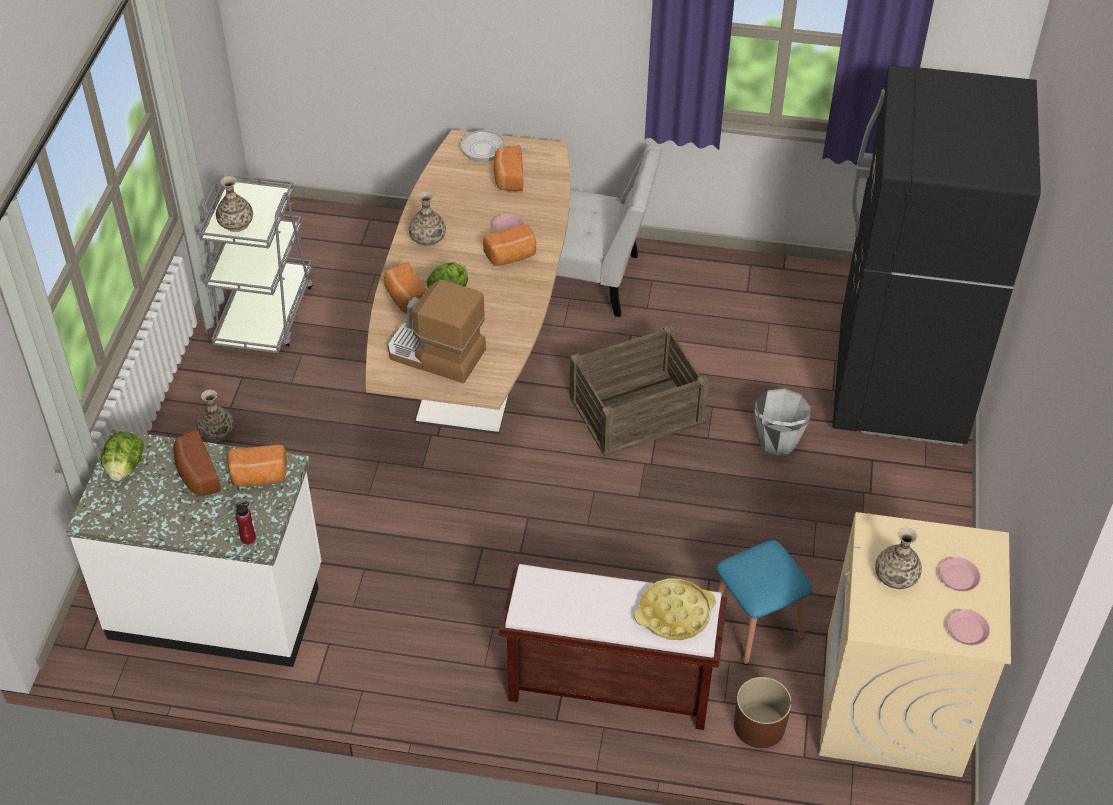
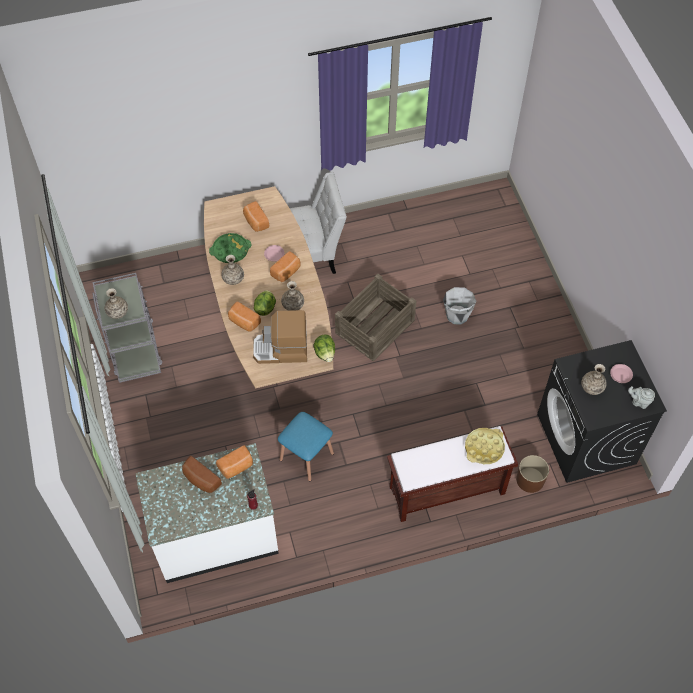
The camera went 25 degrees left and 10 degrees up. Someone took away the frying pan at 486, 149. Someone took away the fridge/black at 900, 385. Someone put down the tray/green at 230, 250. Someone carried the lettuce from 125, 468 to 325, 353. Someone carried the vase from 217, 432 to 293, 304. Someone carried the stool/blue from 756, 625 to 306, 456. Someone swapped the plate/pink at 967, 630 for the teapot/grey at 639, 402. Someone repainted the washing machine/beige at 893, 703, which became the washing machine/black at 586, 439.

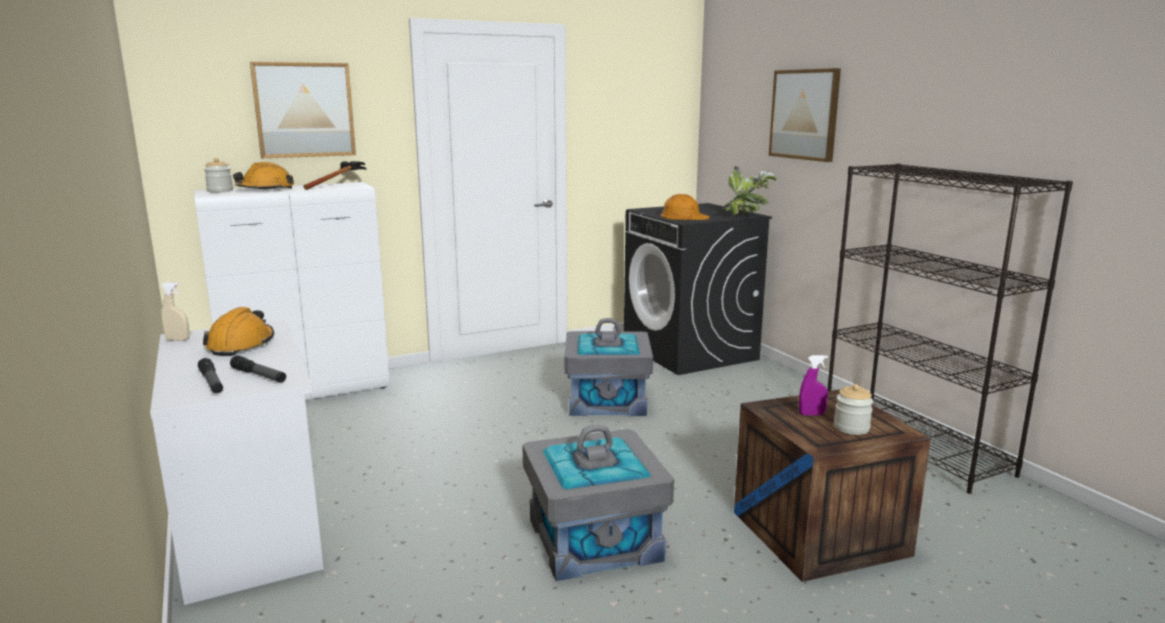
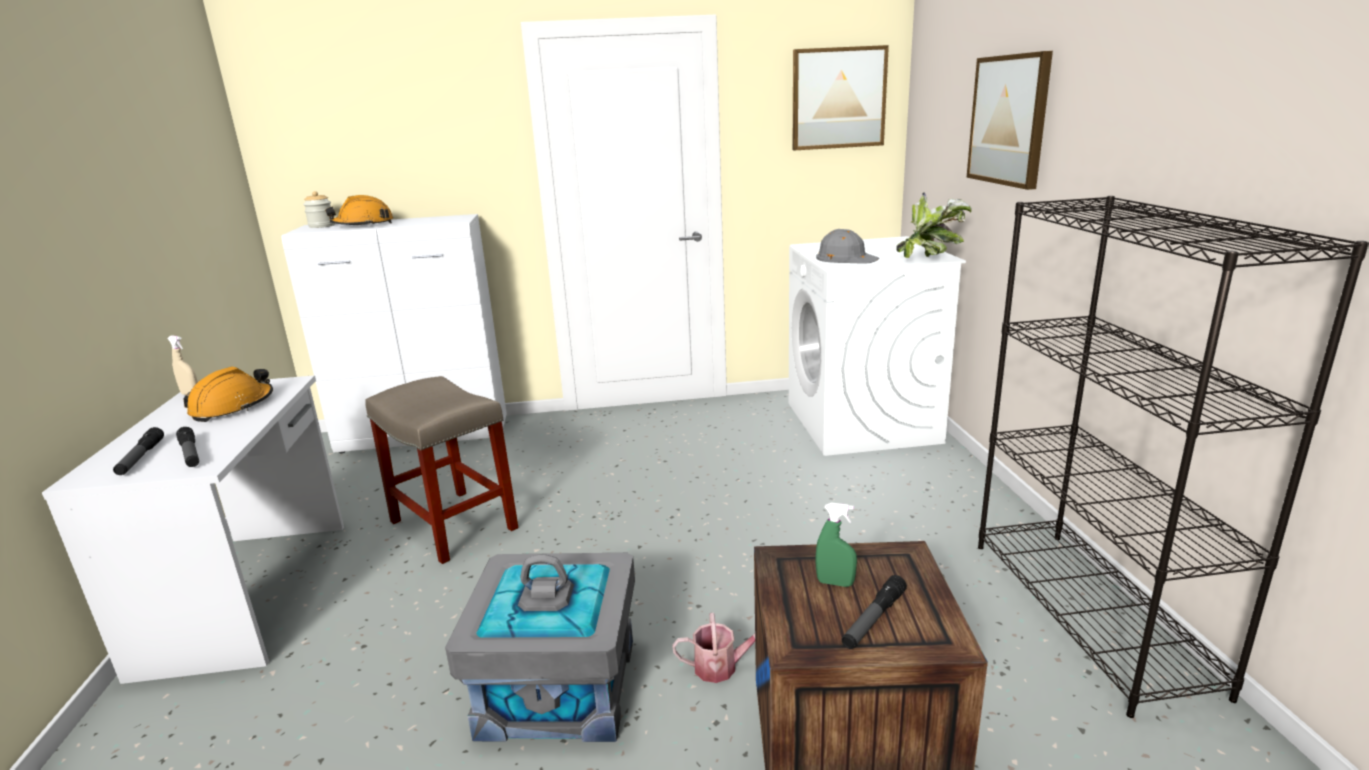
The camera went 20 degrees right and 5 degrees up. Someone took away the hammer at 340, 185. Someone took away the storage box/grey at 607, 400. Someone put down the stool/beige at 455, 525. Someone put down the watering can at 721, 667. Someone carried the picture from 304, 110 to 838, 98. Someone swapped the jar at 851, 428 for the flashlight at 873, 619. Someone repainted the washing machine/black at 690, 352, which became the washing machine/white at 862, 423. Someone repainted the hard hat/orange at 684, 216, which became the hard hat/grey at 845, 258. Someone repainted the spray bottle/purple at 811, 414, which became the spray bottle/green at 835, 583.

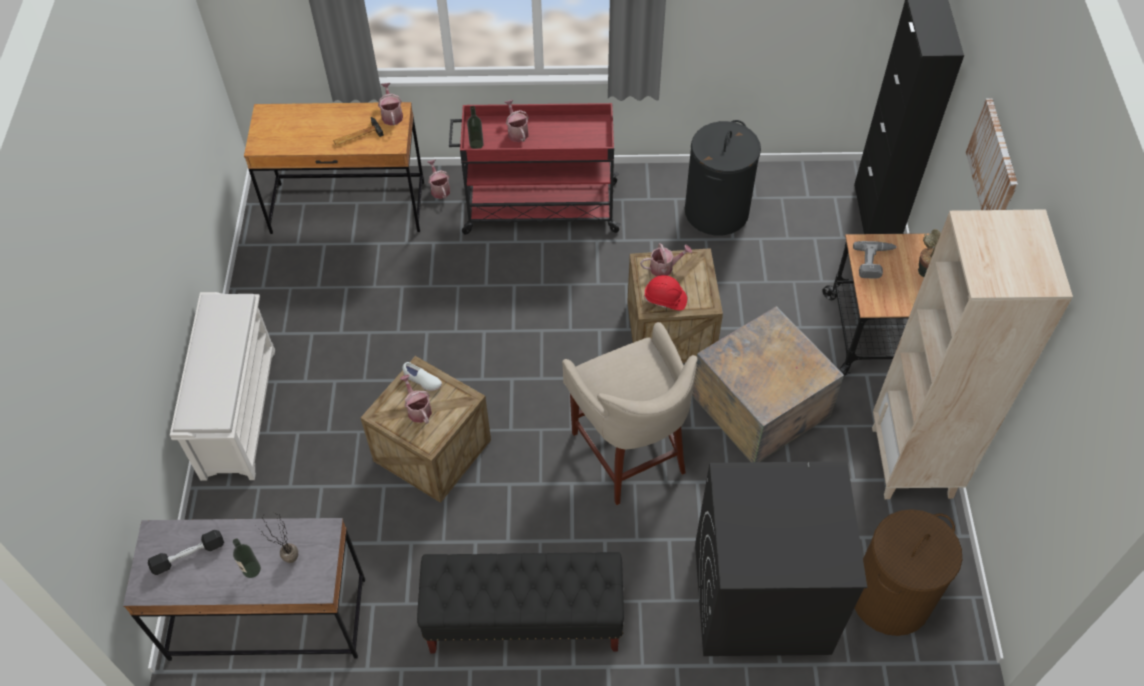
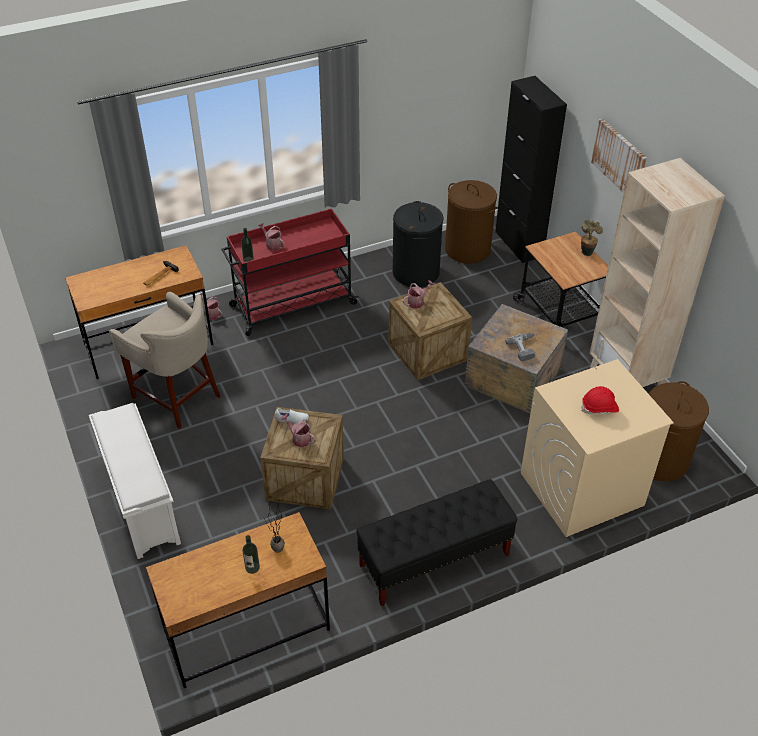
The camera went 25 degrees left and 10 degrees down. Someone took away the dumbbell/black at 188, 556. Someone took away the watering can at 391, 115. Someone put down the laundry basket/brown at 468, 249. Someone carried the stool/beige from 630, 450 to 177, 395. Someone carried the hard hat/red from 665, 299 to 599, 407. Someone carried the power drill from 875, 262 to 525, 348. Someone repainted the desk/grey at 268, 619, which became the desk/brown at 246, 630. Someone repainted the washing machine/black at 760, 598, which became the washing machine/beige at 581, 489.

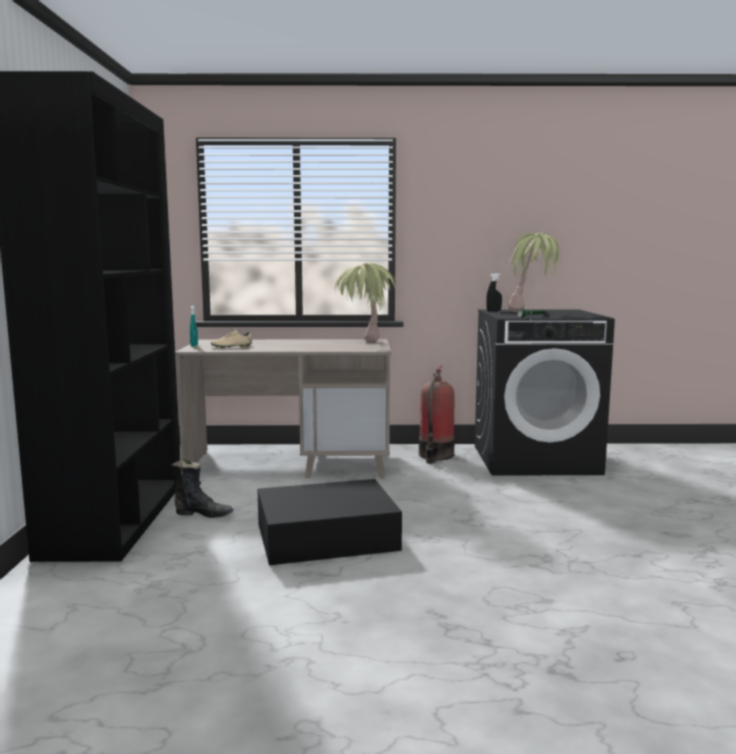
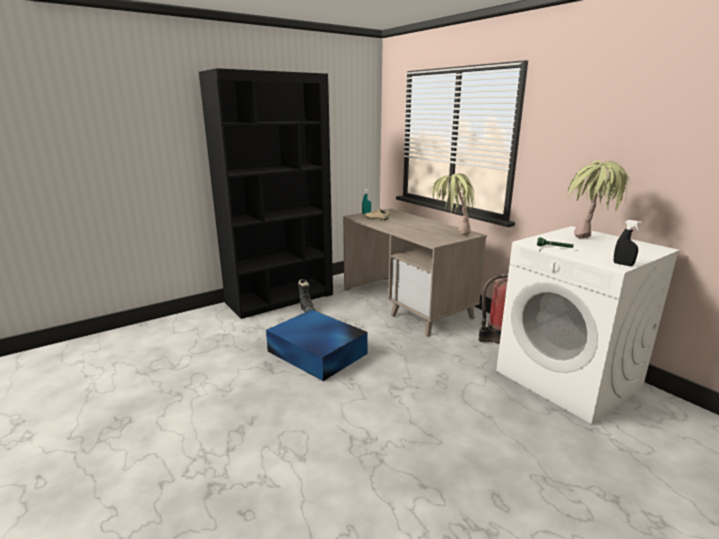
The camera went 55 degrees right and 10 degrees up. Someone carried the spray bottle/black from 493, 311 to 623, 264. Someone repainted the storage box/black at 329, 537, which became the storage box/blue at 317, 353. Someone repainted the washing machine/black at 535, 459, which became the washing machine/white at 568, 379.

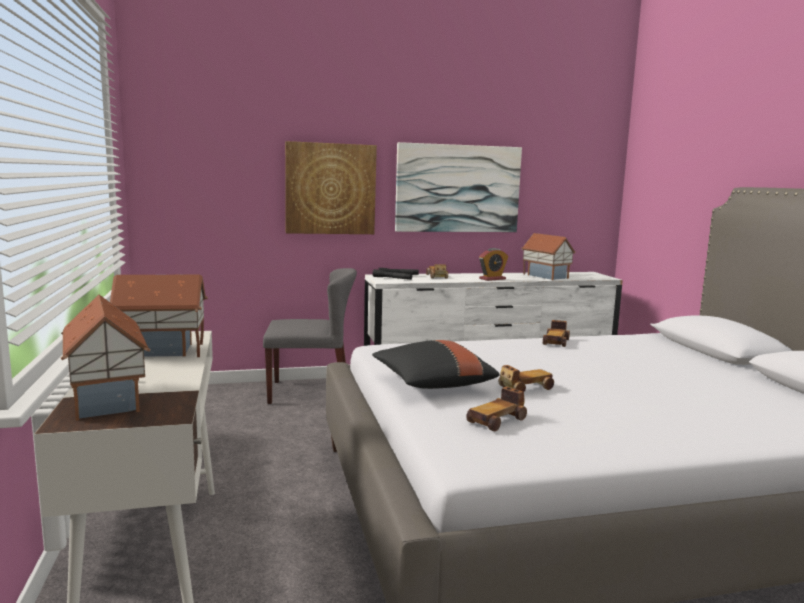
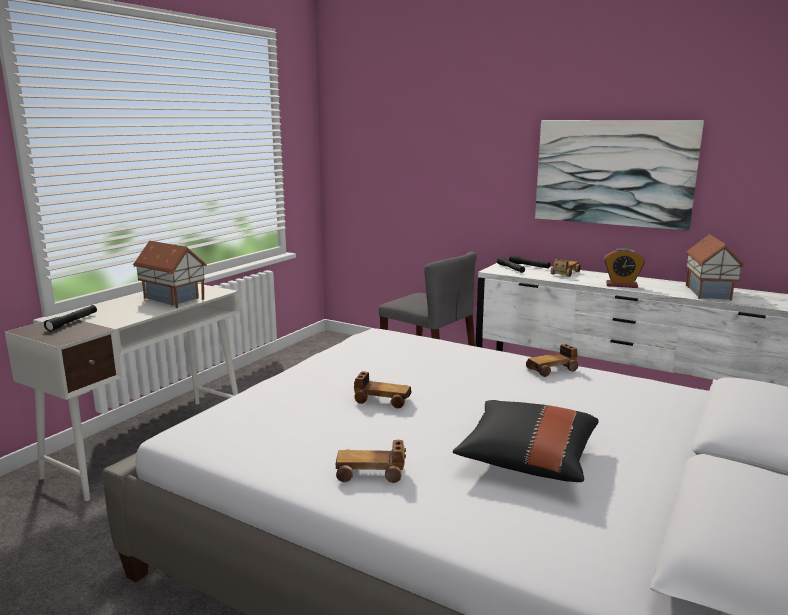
The camera went 45 degrees right and 5 degrees up. Someone took away the picture at 330, 189. Someone carried the pillow/black from 432, 383 to 527, 459. Someone carried the toy car from 497, 420 to 371, 473. Someone swapped the toy house at 110, 398 for the flashlight/black at 72, 322.

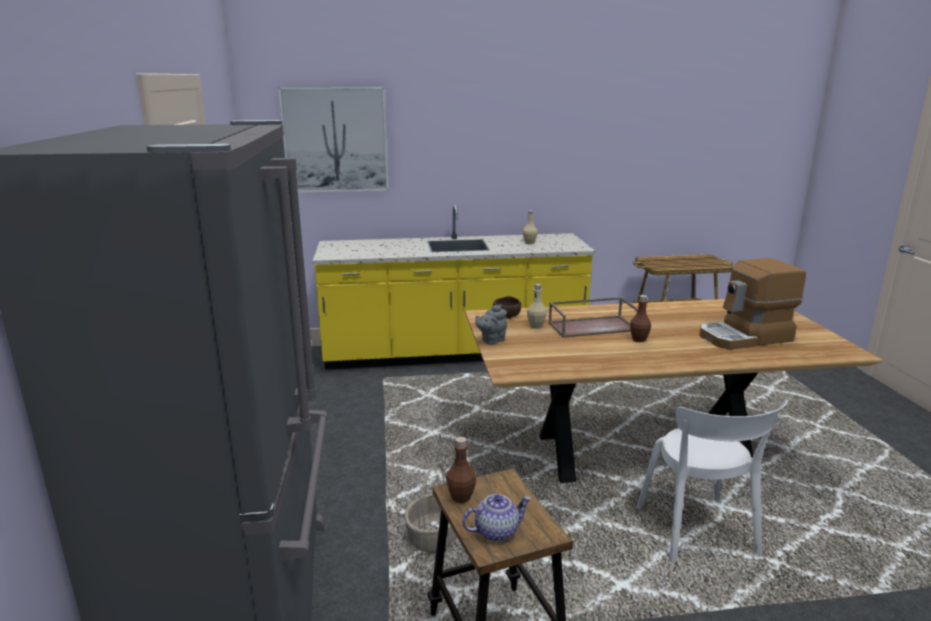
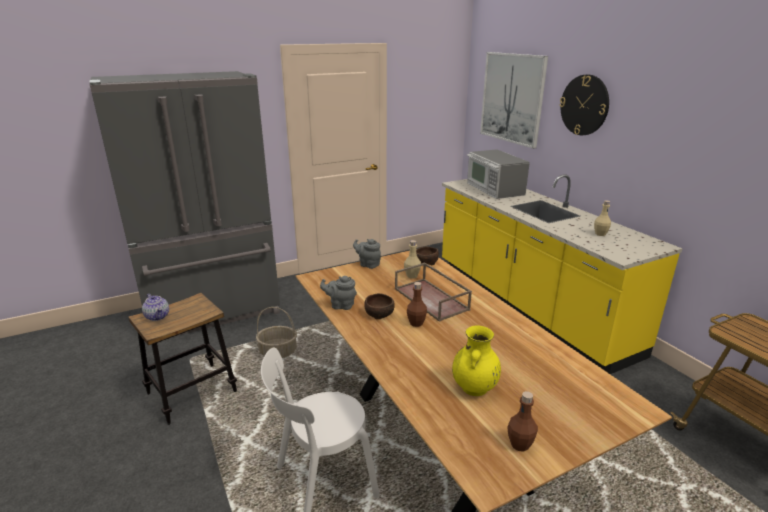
The camera went 70 degrees right and 5 degrees up. Someone put down the teapot/grey at 340, 305. Someone put down the bowl/brown at 380, 314. Someone put down the microwave at 494, 189. Someone put up the wall clock at 584, 105. Someone carried the bottle/brown from 461, 497 to 520, 444. Someone swapped the coffee machine at 745, 337 for the vase/yellow at 474, 388.

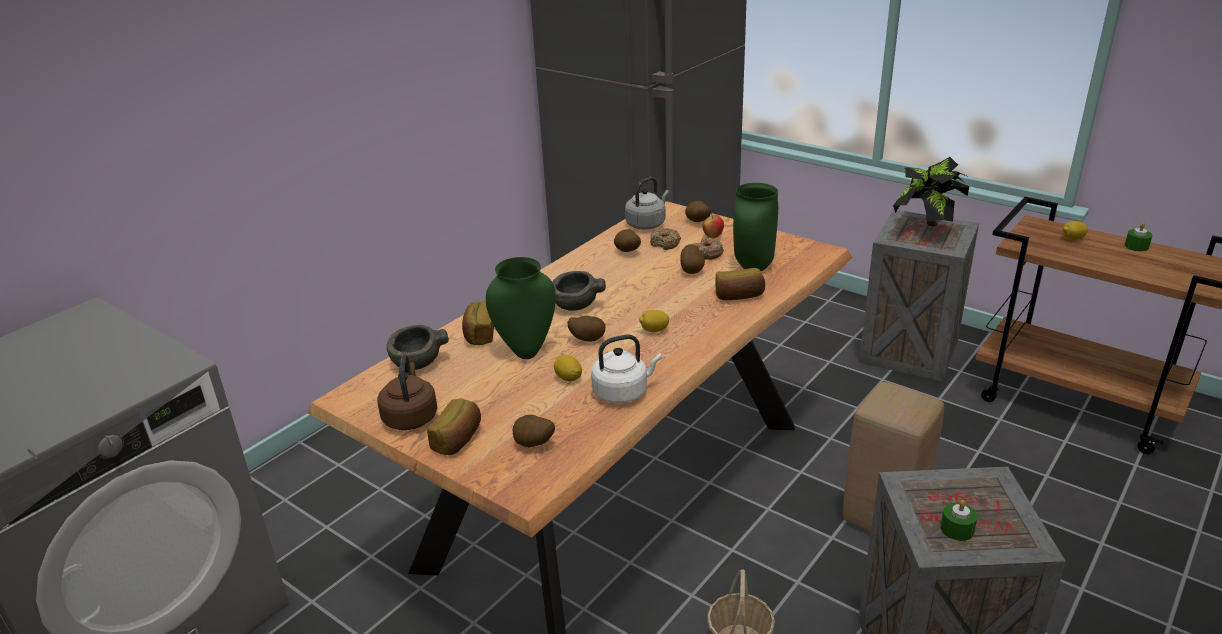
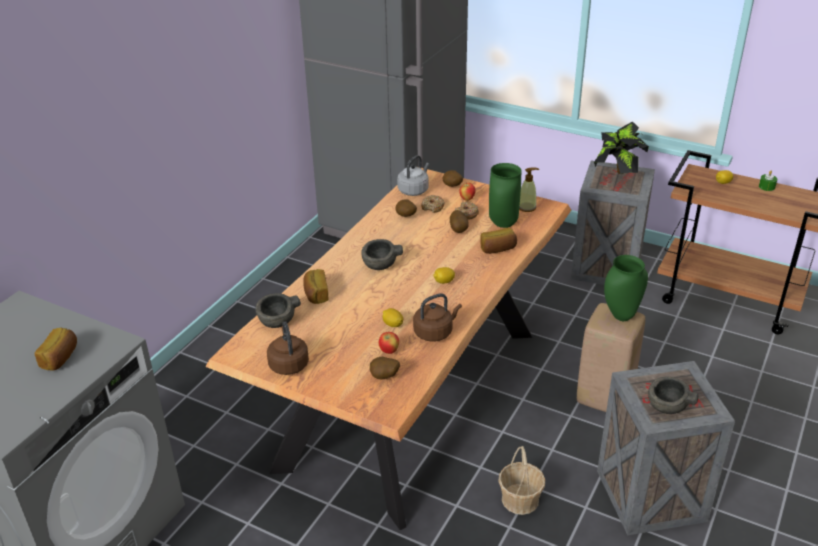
The camera went 10 degrees left and 5 degrees up. Someone took away the potato at 587, 339. Someone put down the apple at 389, 351. Someone put down the soap dispenser at 527, 207. Someone carried the bread from 458, 439 to 61, 358. Someone carried the vase/green from 526, 351 to 620, 315. Someone swapped the candle/green at 957, 529 for the bowl/grey at 667, 407. Someone repainted the kettle/white at 623, 392, which became the kettle/brown at 435, 332.

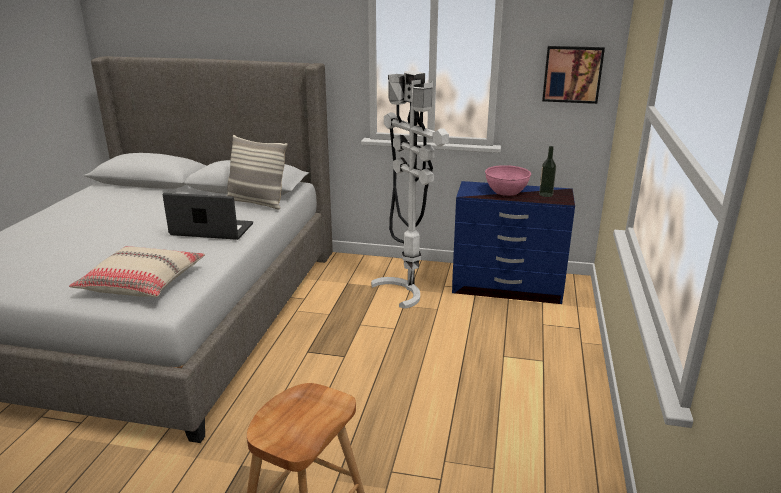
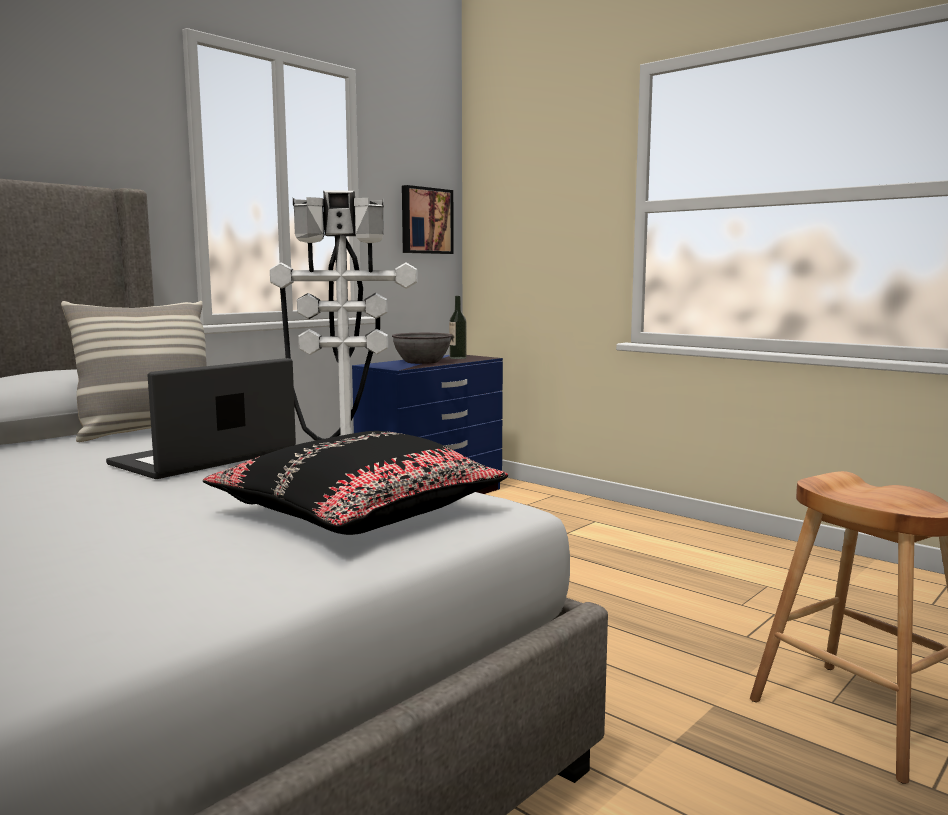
The camera went 60 degrees left and 15 degrees down. Someone repainted the pillow/beige at 143, 283, which became the pillow/black at 358, 511. Someone repainted the bowl/pink at 506, 191, which became the bowl/grey at 422, 362.

